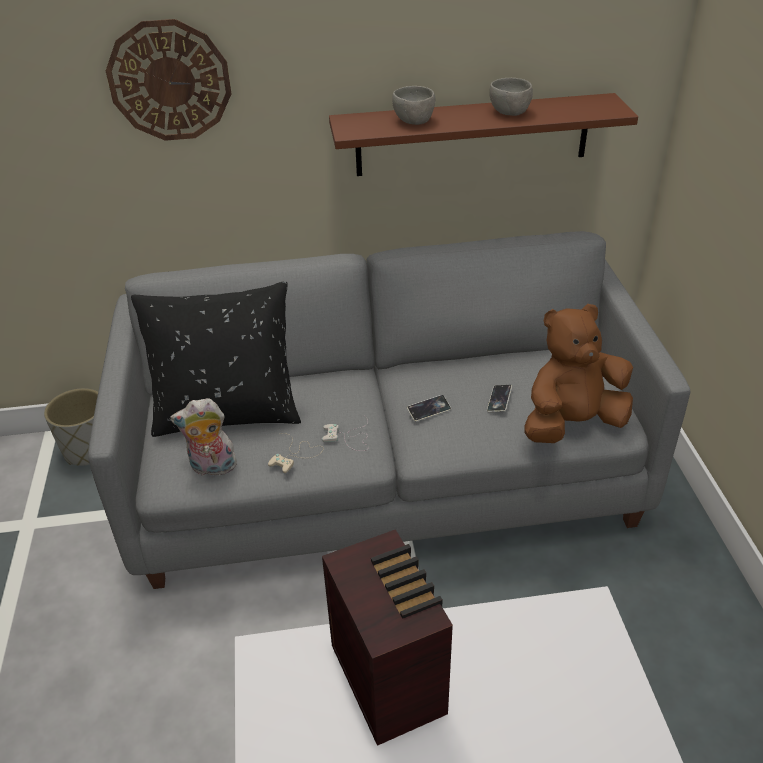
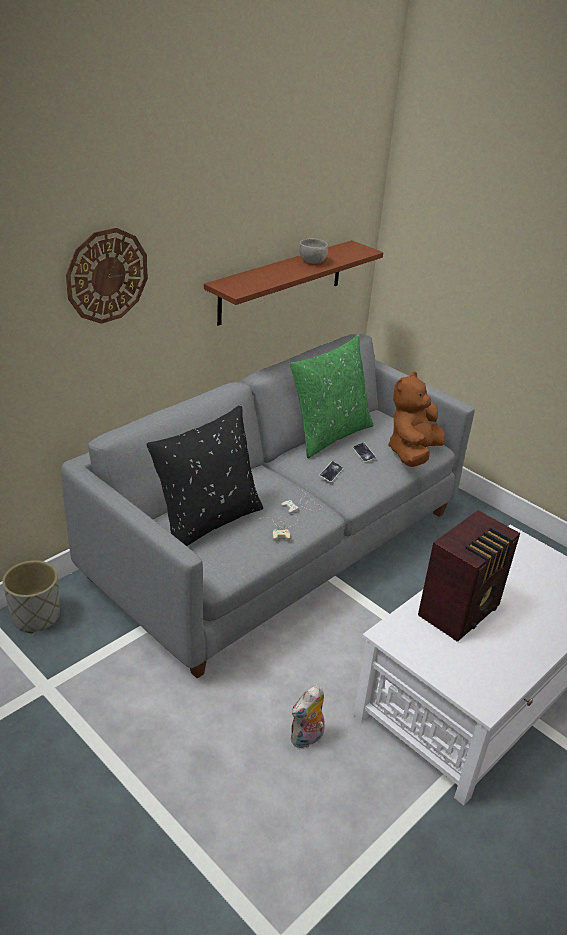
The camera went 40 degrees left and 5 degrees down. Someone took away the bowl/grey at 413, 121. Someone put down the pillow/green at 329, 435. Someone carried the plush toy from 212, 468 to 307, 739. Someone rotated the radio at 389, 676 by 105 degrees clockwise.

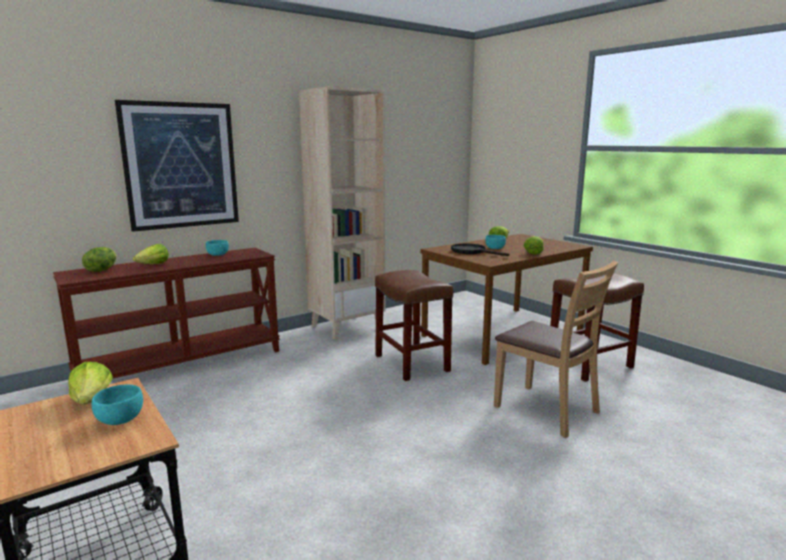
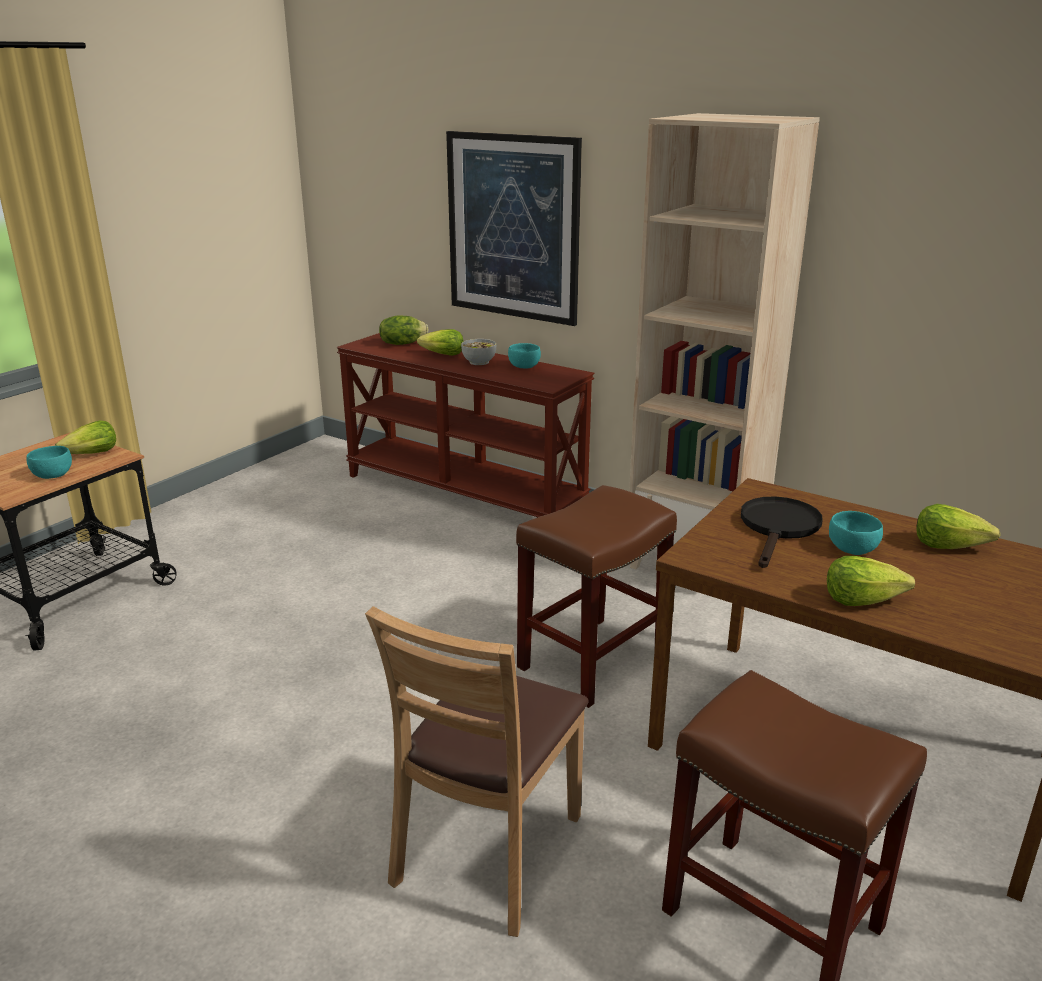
The camera went 70 degrees right and 10 degrees up. Someone put down the bowl at 479, 362.

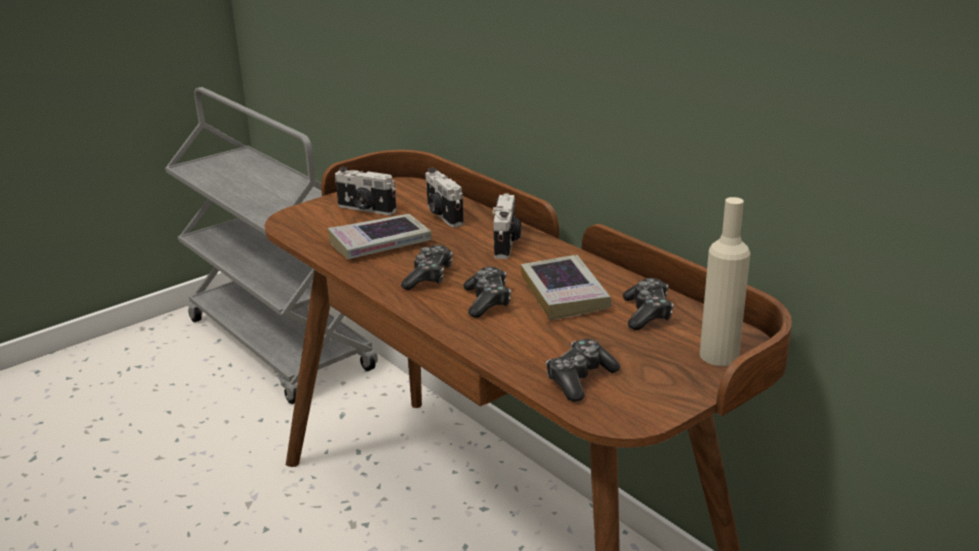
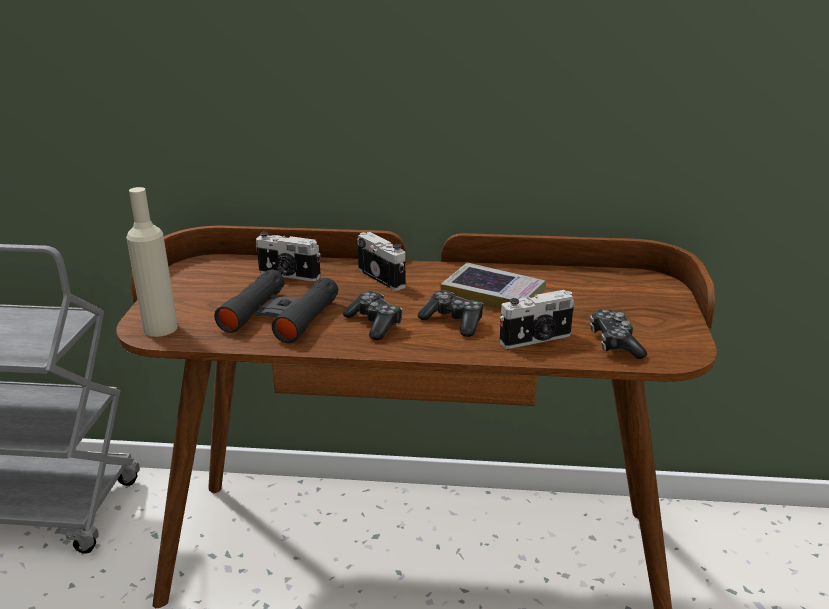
The camera went 45 degrees left and 0 degrees up. Someone took away the game controller at 647, 313. Someone carried the photo camera from 366, 209 to 536, 340. Someone carried the bottle/beige from 719, 355 to 160, 328. Someone swapped the book at 380, 244 for the binoculars/black at 280, 316.

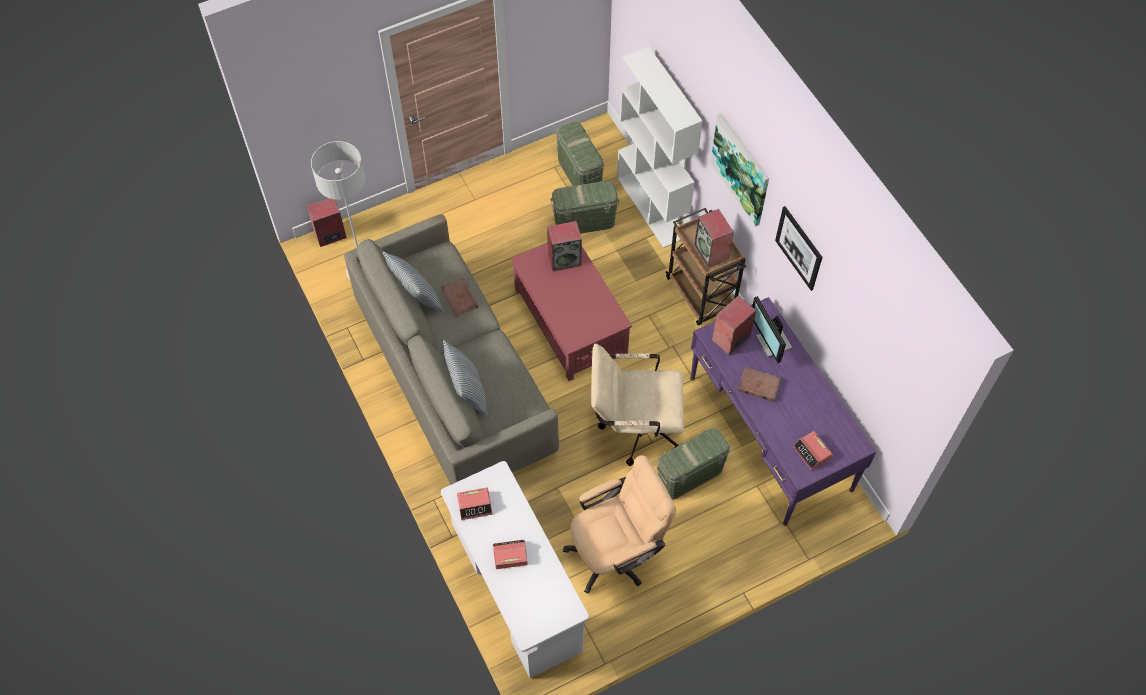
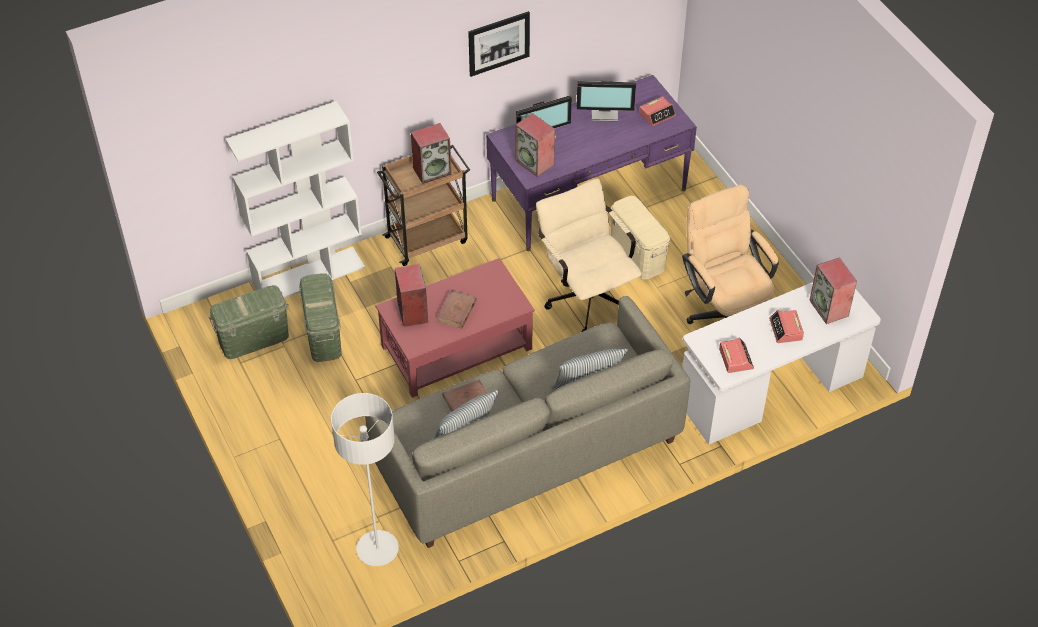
The camera went 90 degrees left and 10 degrees down. Someone took away the picture at 741, 169. Someone put down the monitor at 605, 112. Someone carried the speaker from 329, 235 to 829, 308. Someone carried the book/brown from 758, 385 to 456, 311. Someone repainted the storage box/green at 690, 475, which became the storage box/beige at 637, 255. Someone rotated the office chair/beige at 634, 427 by 150 degrees clockwise.

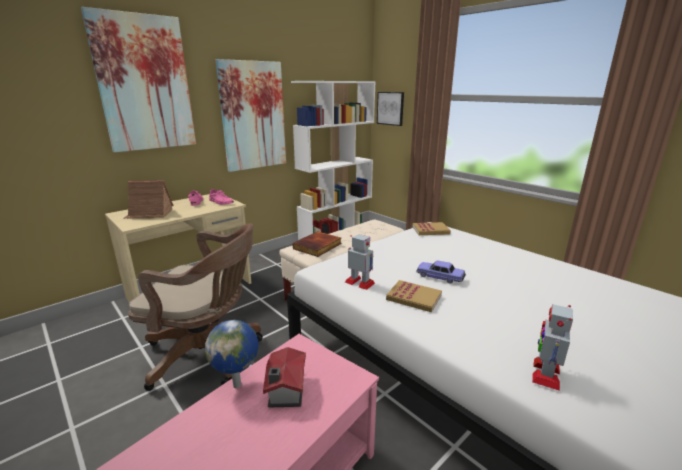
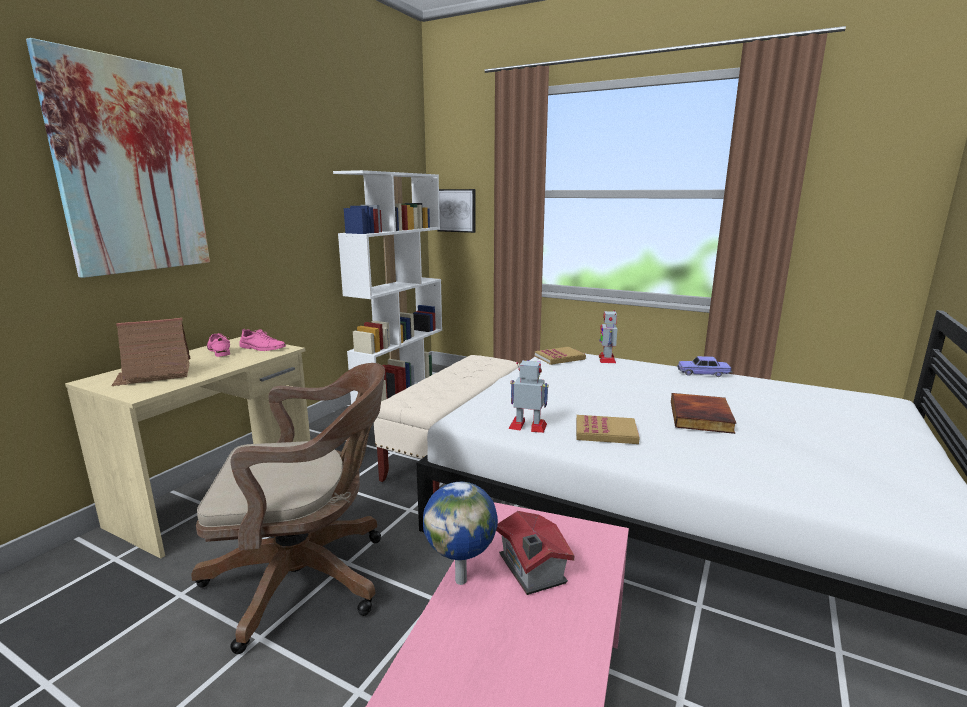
The camera went 20 degrees left and 5 degrees down. Someone took away the picture at 253, 116. Someone carried the book from 318, 246 to 702, 417. Someone carried the toy car from 440, 277 to 703, 373. Someone carried the toy robot from 545, 373 to 607, 359.

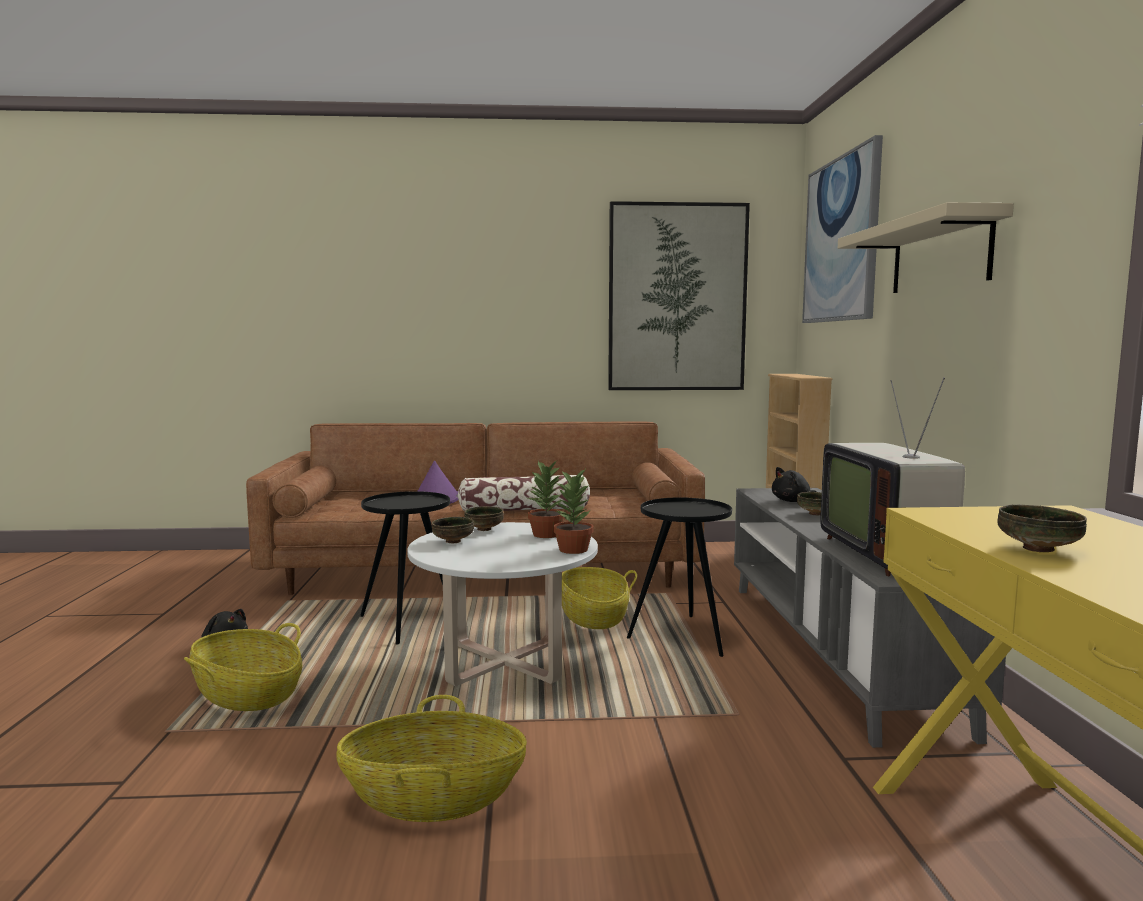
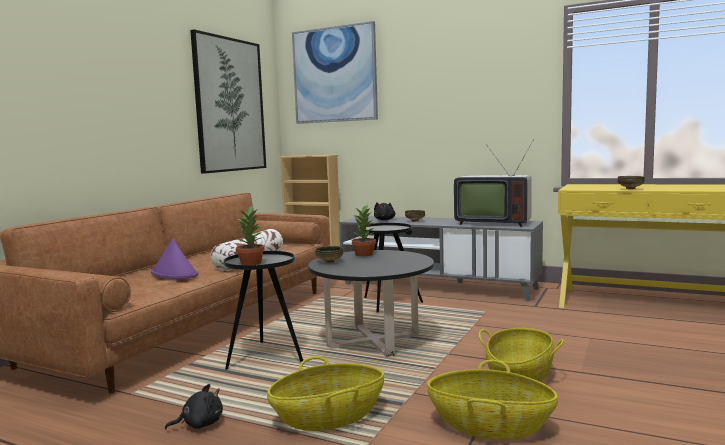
The camera went 60 degrees left and 0 degrees up. Someone took away the bowl at 453, 541. Someone took away the shelf/beige at 939, 255. Someone carried the potted plant from 574, 550 to 251, 263. Someone carried the basket from 593, 617 to 490, 426. Someone repainted the coffee table/white at 505, 663, which became the coffee table/black at 373, 341.

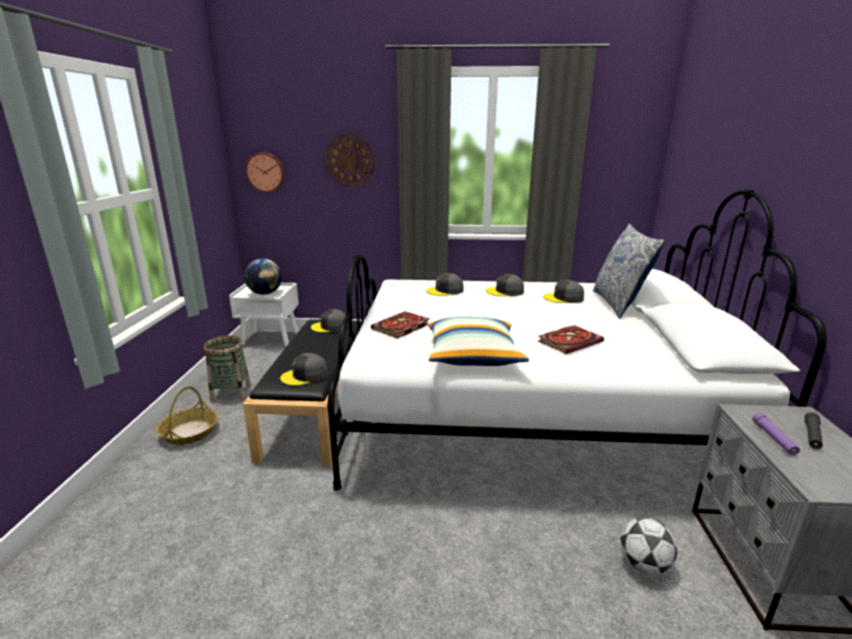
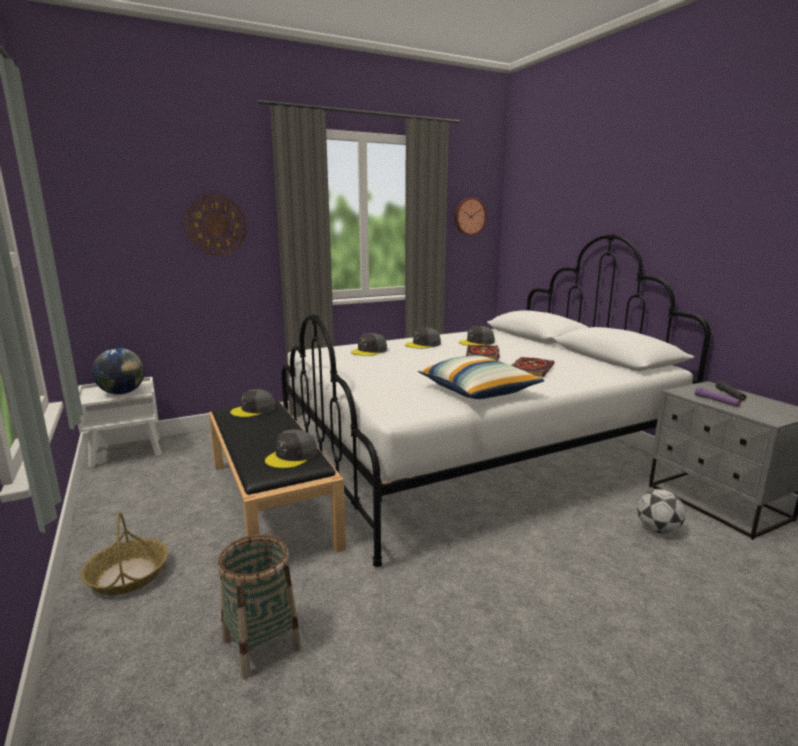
The camera went 30 degrees left and 5 degrees down. Someone took away the pillow at 619, 304. Someone carried the basket from 231, 393 to 261, 644. Someone carried the wall clock from 265, 172 to 469, 216. Someone carried the book from 401, 327 to 483, 355.

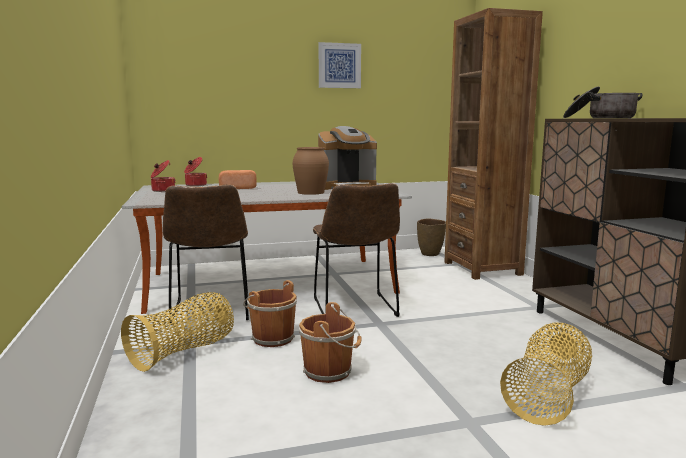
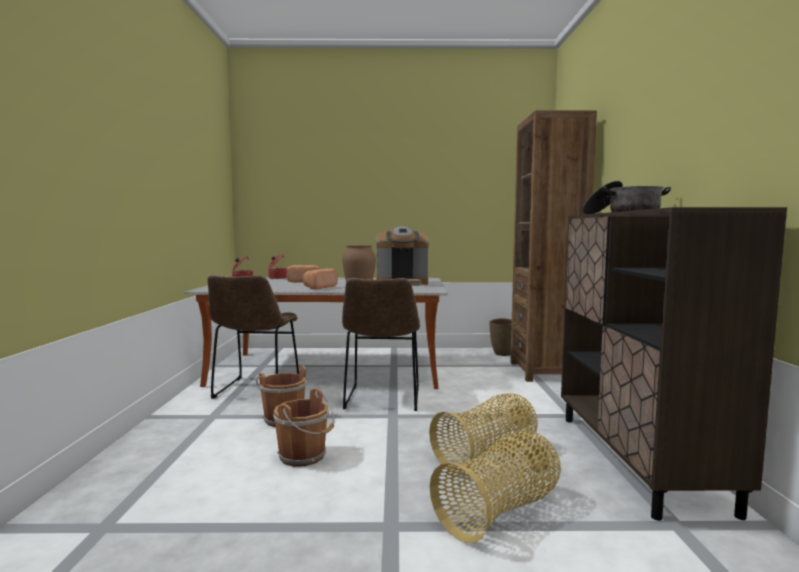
The camera went 15 degrees right and 5 degrees down. Someone took away the picture at 339, 65. Someone put down the bread at 319, 287. Someone carried the basket from 184, 352 to 486, 455.

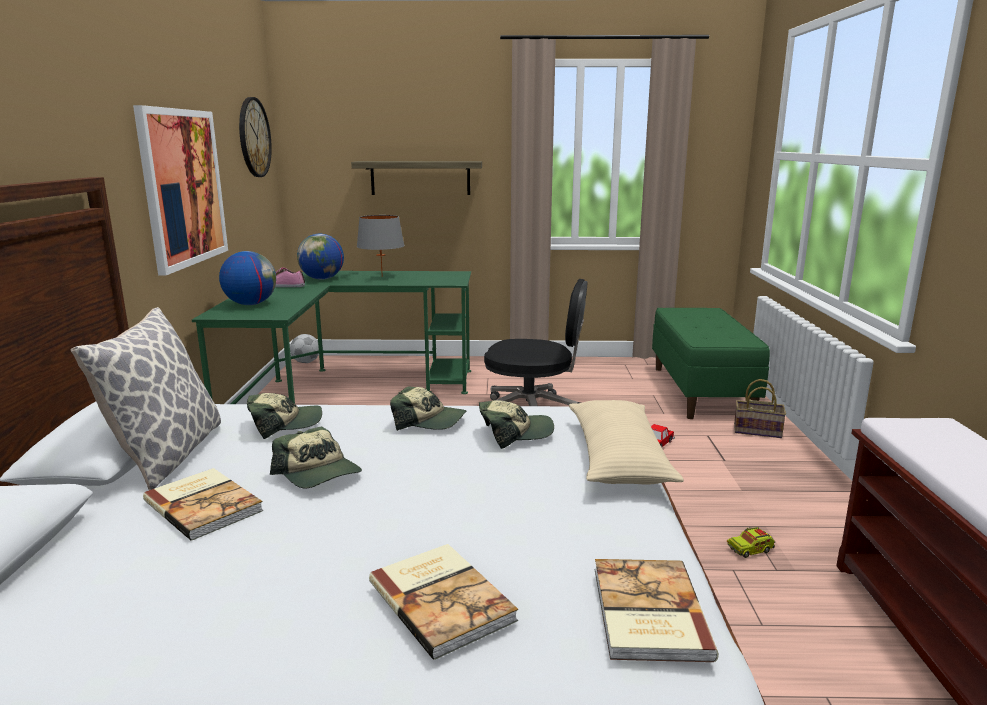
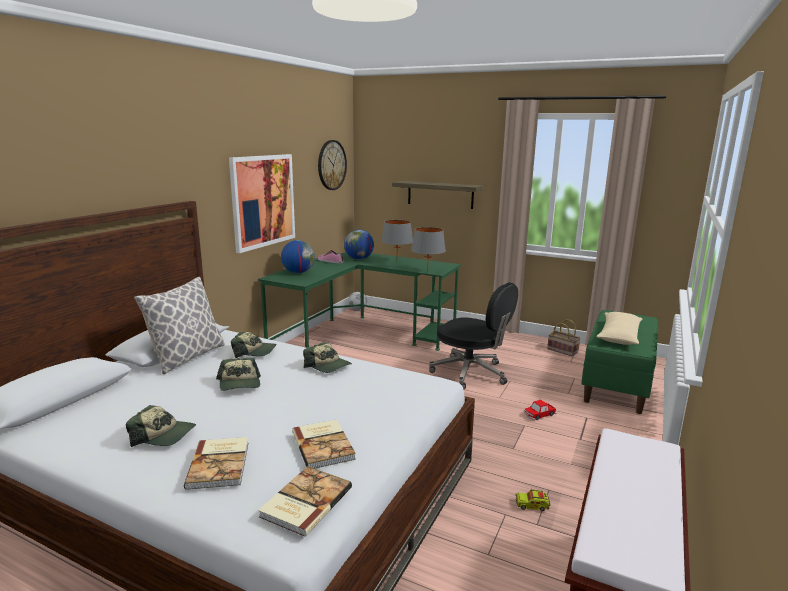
The camera went 25 degrees right and 0 degrees up. Someone put down the table lamp/grey at 427, 272. Someone carried the book from 205, 505 to 324, 445. Someone carried the cap from 515, 433 to 163, 435. Someone carried the pillow/beige from 618, 457 to 619, 335. Someone carried the basket from 758, 431 to 563, 350.

